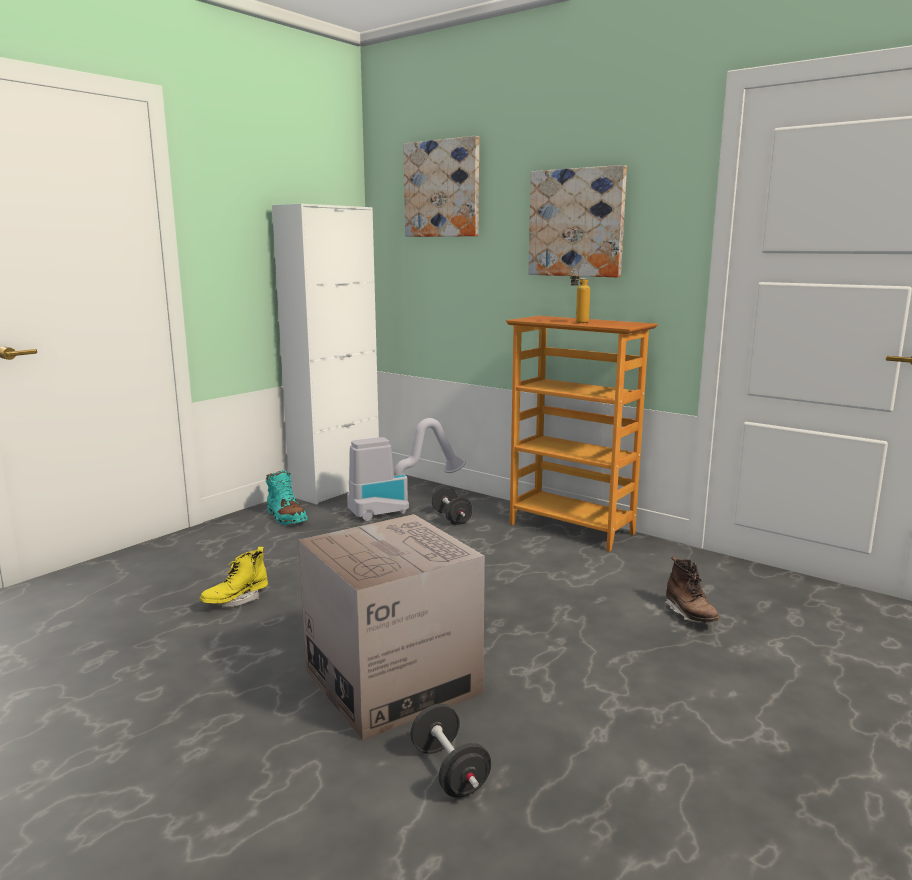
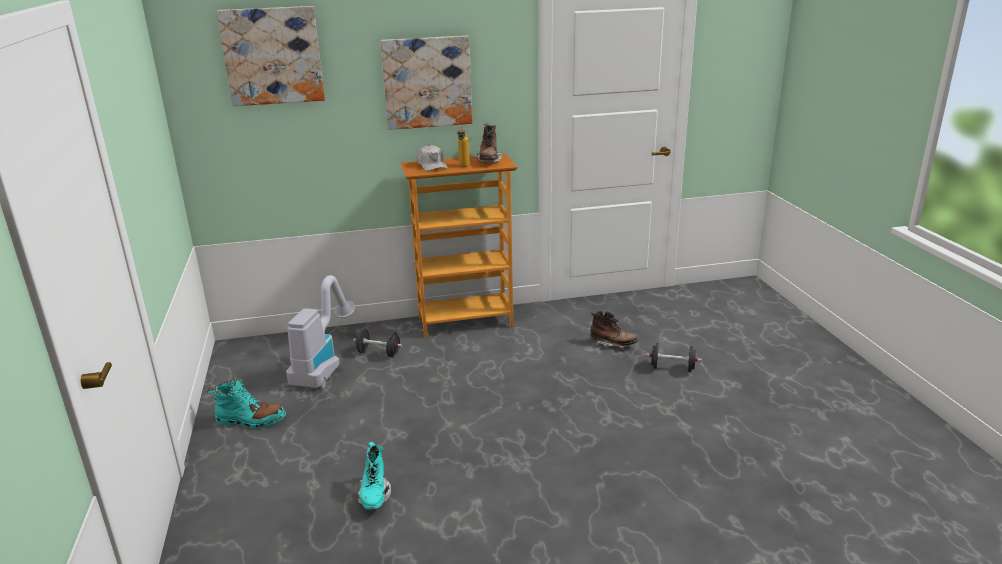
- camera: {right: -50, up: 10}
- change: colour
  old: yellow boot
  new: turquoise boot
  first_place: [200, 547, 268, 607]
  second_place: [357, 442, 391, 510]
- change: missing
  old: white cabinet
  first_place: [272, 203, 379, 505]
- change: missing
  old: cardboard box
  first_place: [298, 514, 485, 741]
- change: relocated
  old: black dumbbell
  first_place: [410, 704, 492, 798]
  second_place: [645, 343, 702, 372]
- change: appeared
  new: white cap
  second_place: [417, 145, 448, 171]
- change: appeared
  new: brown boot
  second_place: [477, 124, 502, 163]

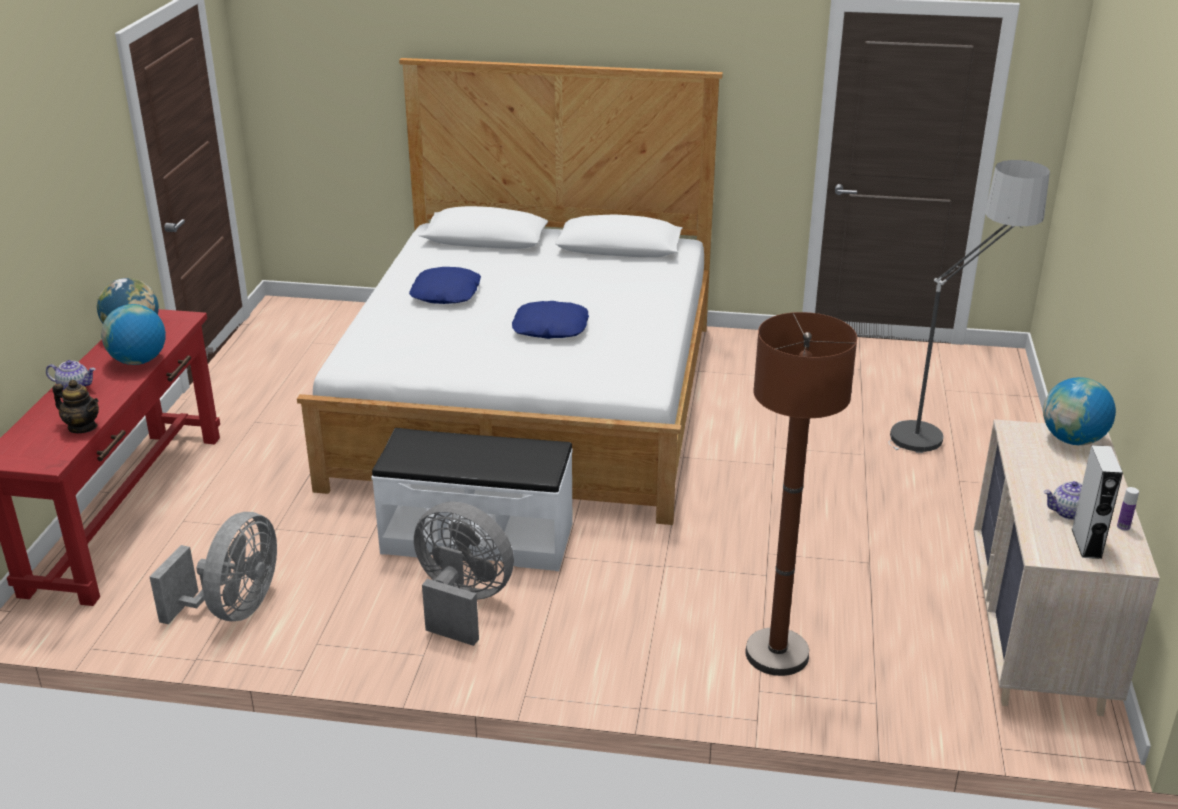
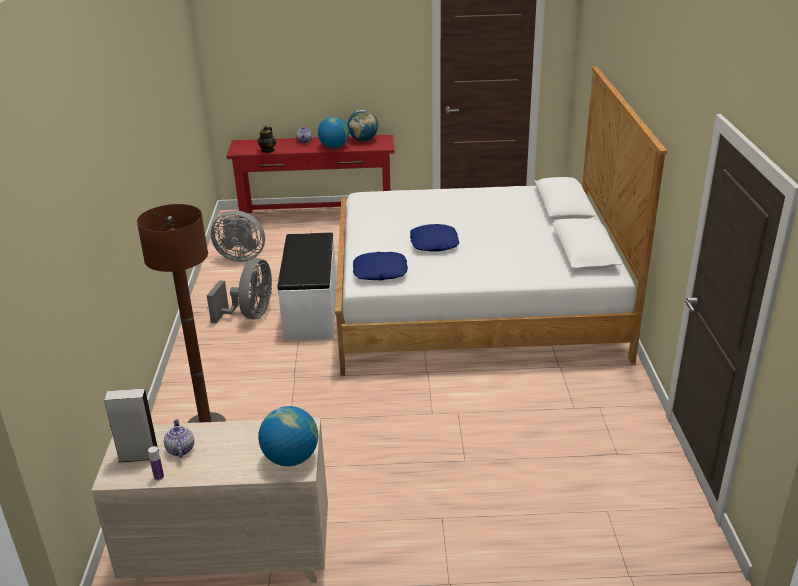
- camera: {right: 80, up: 0}
- change: relocated
  old: blue pillow
  first_place: [409, 267, 481, 304]
  second_place: [353, 252, 408, 280]
- change: missing
  old: floor lamp
  first_place: [888, 160, 1050, 453]

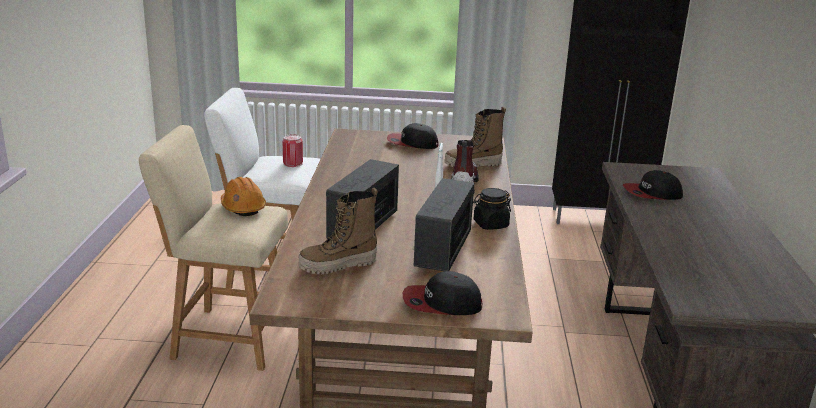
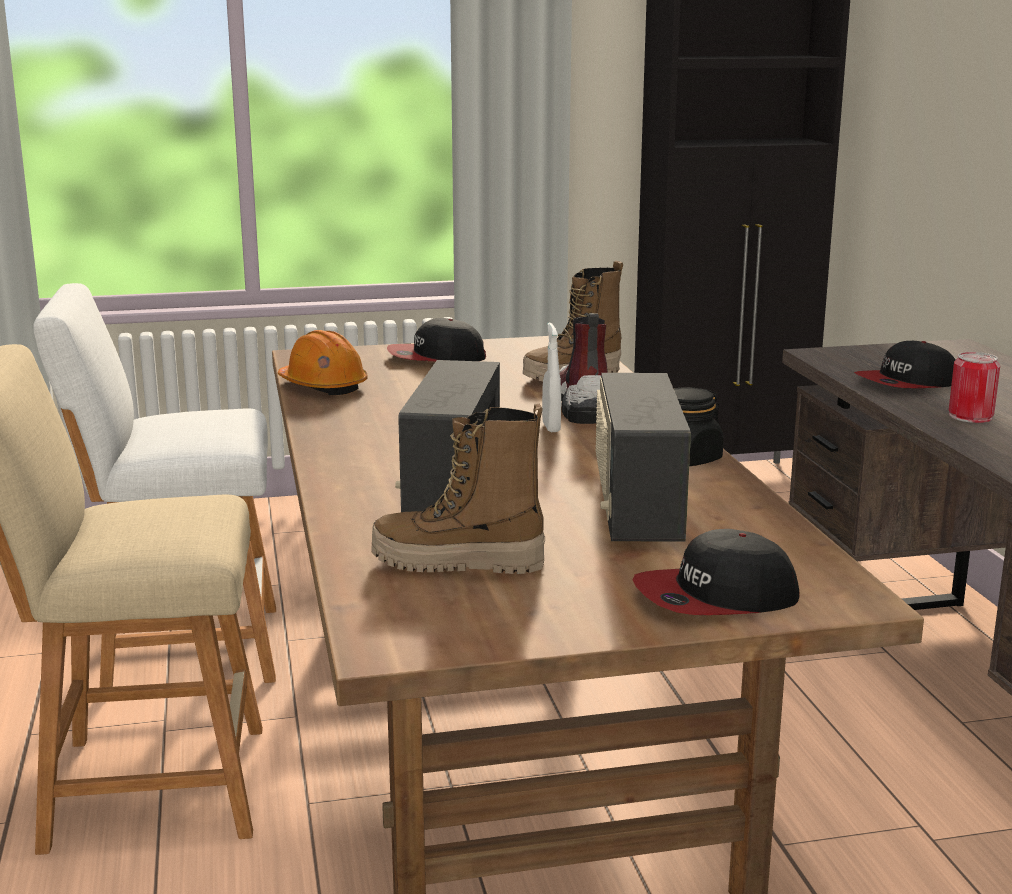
- camera: {right: -15, up: -5}
- change: relocated
  old: orange hard hat
  first_place: [221, 177, 266, 216]
  second_place: [278, 330, 368, 395]
- change: relocated
  old: can
  first_place: [282, 134, 303, 167]
  second_place: [949, 352, 1000, 423]
- change: spun
  old: boot
  first_place: [298, 188, 378, 274]
  second_place: [371, 404, 545, 574]
  degrees: 45

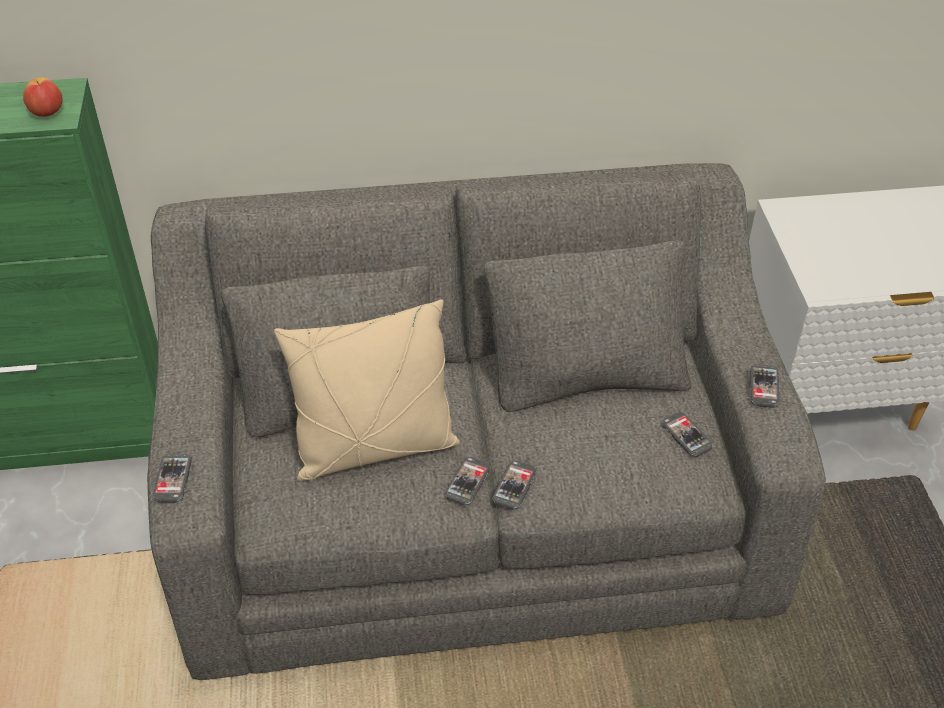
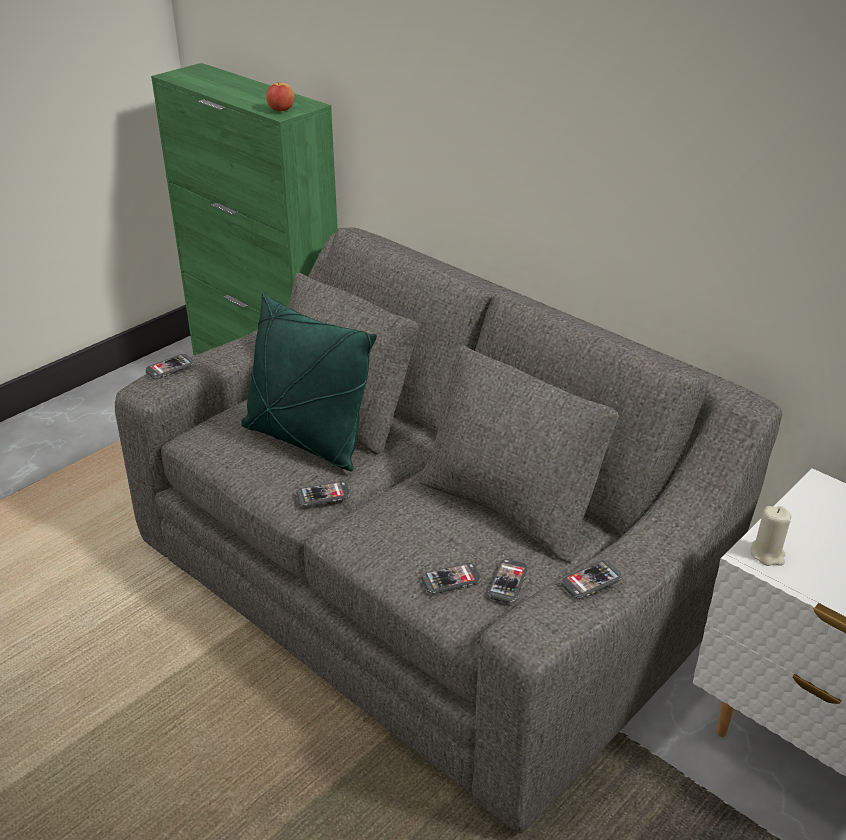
- camera: {right: 50, up: -10}
- change: colour
  old: beige pillow
  new: green pillow
  first_place: [274, 299, 460, 481]
  second_place: [241, 292, 377, 471]
- change: relocated
  old: phone
  first_place: [492, 460, 536, 510]
  second_place: [421, 563, 481, 594]
- change: appeared
  new: beige candle
  second_place: [751, 506, 792, 566]

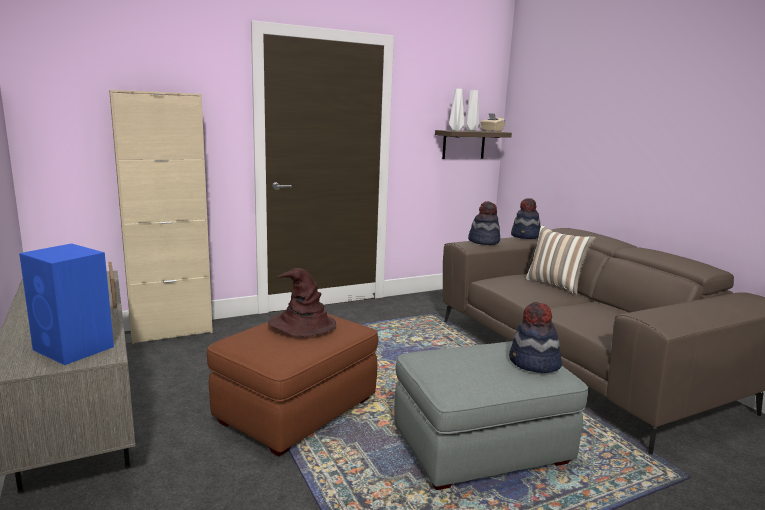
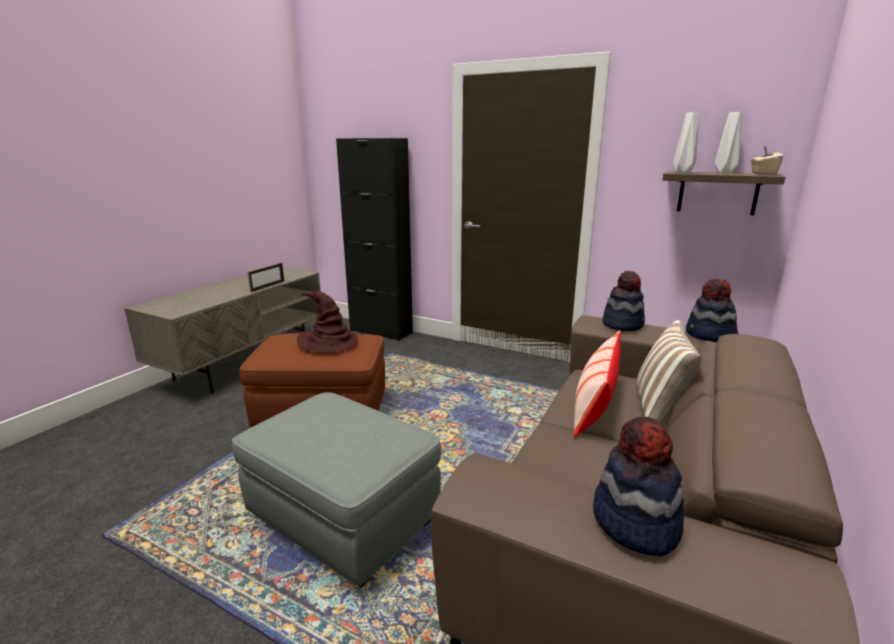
- camera: {right: 55, up: 5}
- change: missing
  old: blue speaker
  first_place: [19, 243, 114, 365]
- change: colour
  old: beige cabinet
  new: black cabinet
  first_place: [109, 90, 213, 344]
  second_place: [336, 138, 413, 341]
- change: relocated
  old: hat
  first_place: [509, 302, 562, 373]
  second_place: [593, 417, 684, 556]
- change: appeared
  new: pillow
  second_place: [573, 331, 621, 438]

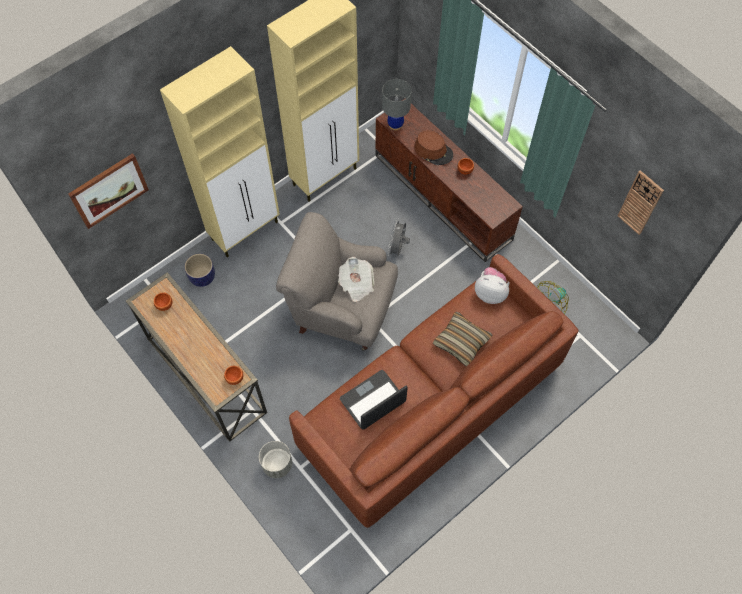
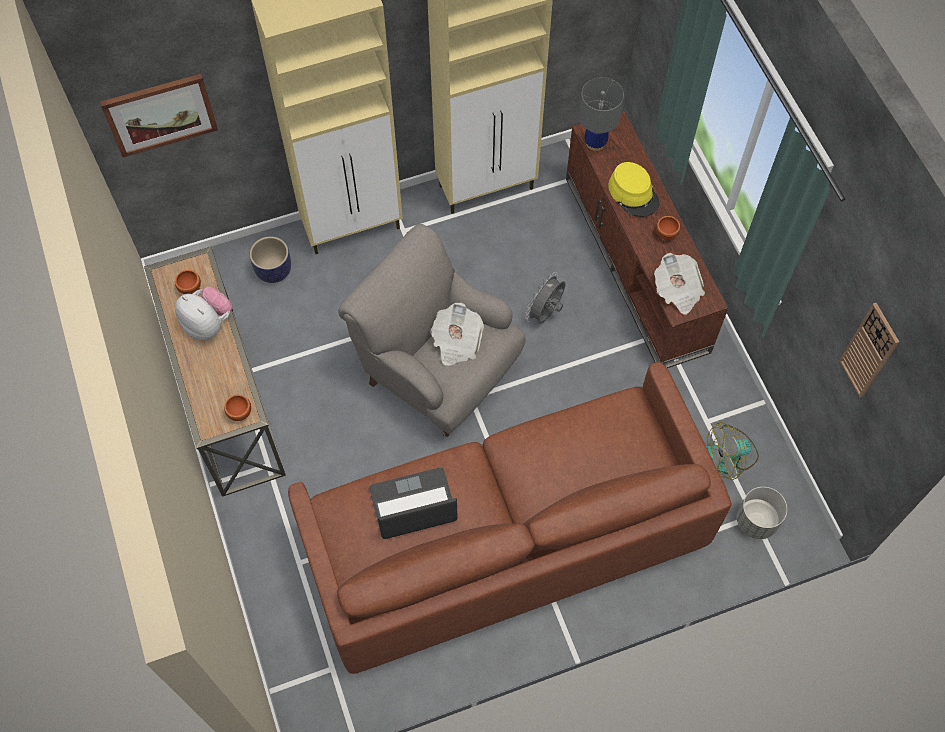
- camera: {right: 20, up: 0}
- change: relocated
  old: grey planter
  first_place: [259, 441, 292, 478]
  second_place: [737, 487, 787, 539]
- change: colour
  old: brown hat
  new: yellow hat
  first_place: [414, 130, 453, 165]
  second_place: [608, 162, 660, 217]
- change: missing
  old: pillow
  first_place: [433, 312, 493, 367]
- change: relocated
  old: plush toy
  first_place: [475, 267, 509, 304]
  second_place: [175, 287, 233, 340]
- change: appeared
  new: newspaper
  second_place: [654, 253, 705, 314]

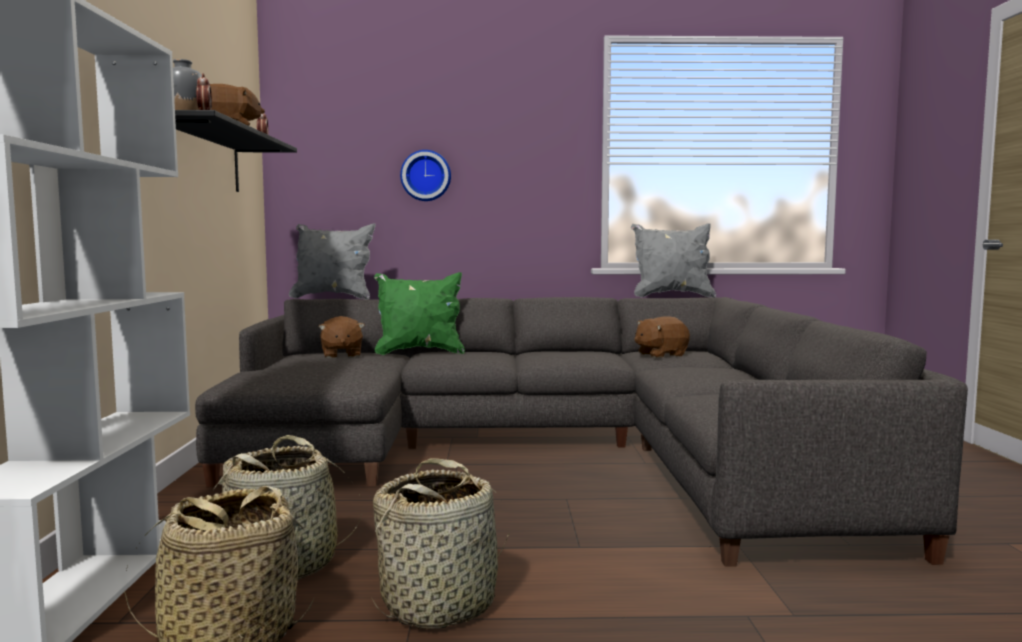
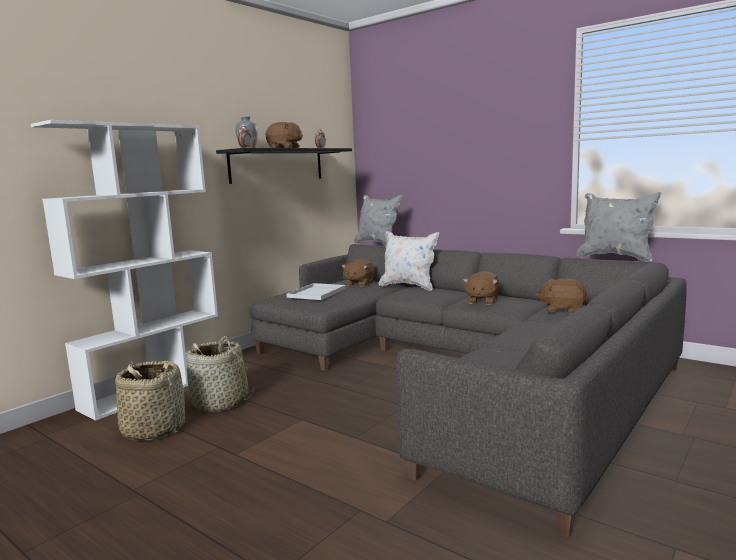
- camera: {right: 40, up: 5}
- change: missing
  old: basket
  first_place: [372, 458, 509, 629]
- change: colour
  old: green pillow
  new: white pillow
  first_place: [374, 272, 465, 355]
  second_place: [379, 231, 439, 291]
- change: missing
  old: wall clock
  first_place: [400, 150, 451, 201]
- change: appeared
  new: white tray
  second_place: [287, 283, 346, 300]
- change: appeared
  new: brown plush toy
  second_place: [463, 271, 500, 305]

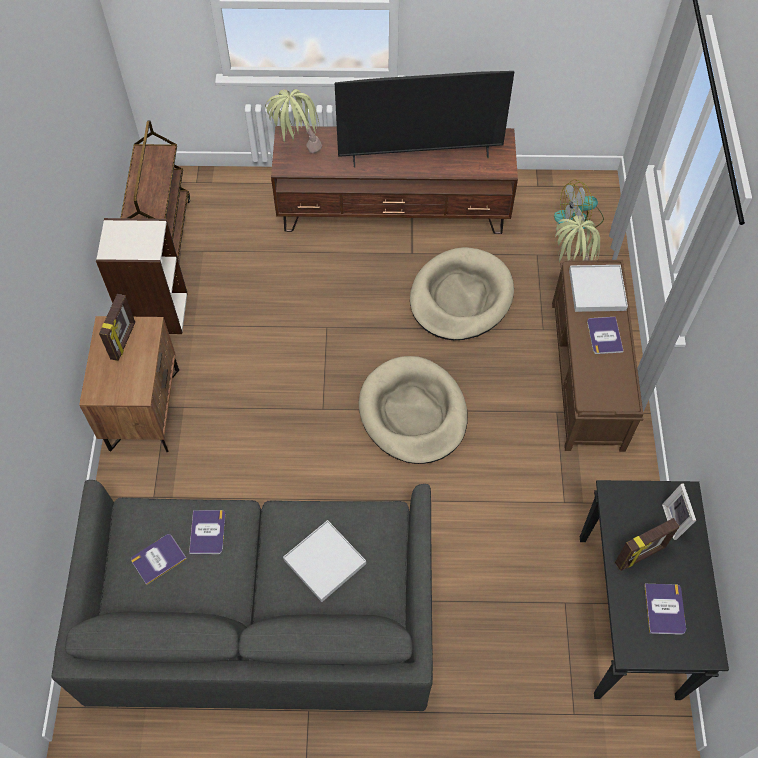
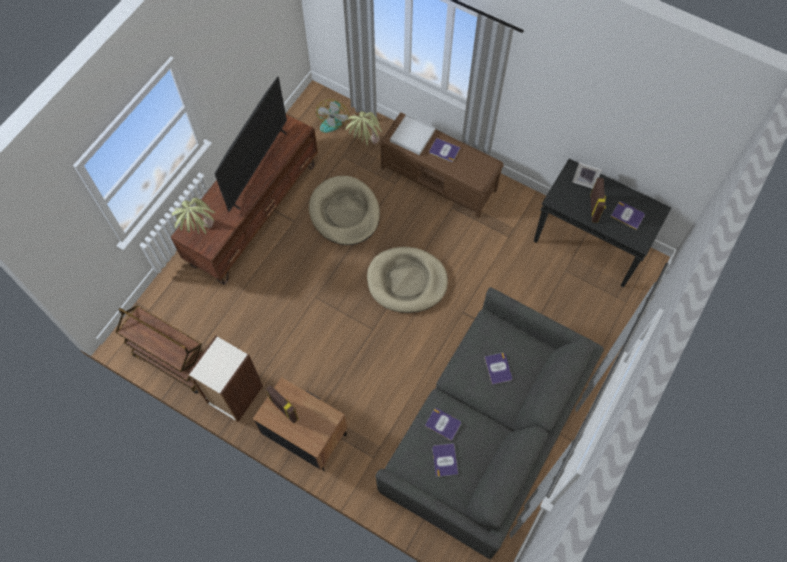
- camera: {right: -60, up: 5}
- change: exchanged
  old: white tray
  new: book
  first_place: [283, 520, 366, 602]
  second_place: [484, 353, 512, 385]

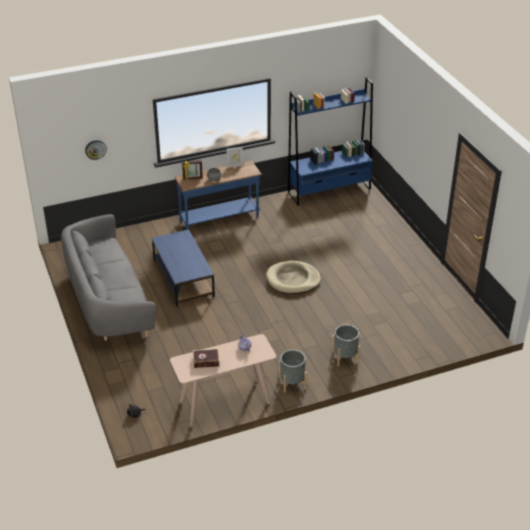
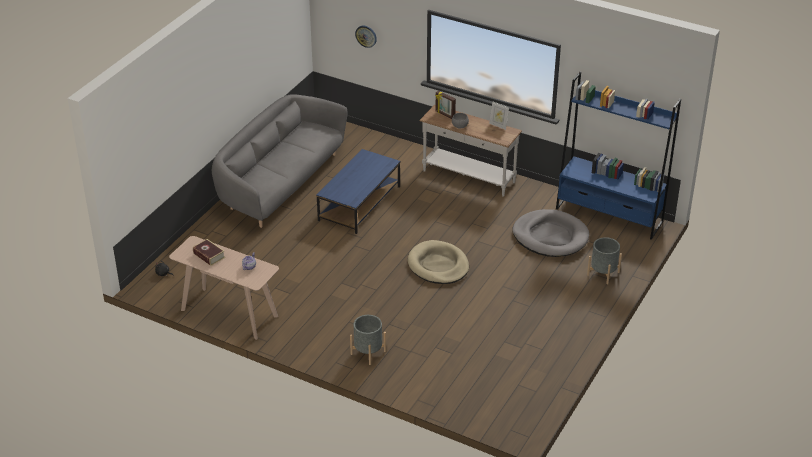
- camera: {right: 50, up: 0}
- change: colour
  old: blue console table
  new: white console table
  first_place: [174, 161, 262, 230]
  second_place: [419, 105, 522, 197]
- change: relocated
  old: grey planter
  first_place: [279, 350, 307, 393]
  second_place: [587, 237, 622, 284]
- change: appeared
  new: grey dog bed
  second_place: [512, 209, 589, 257]

